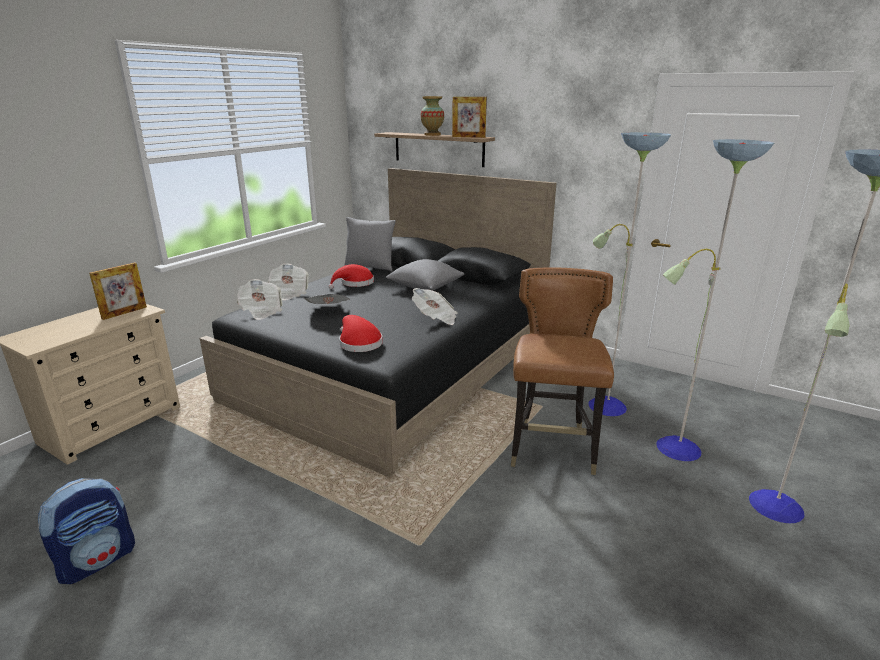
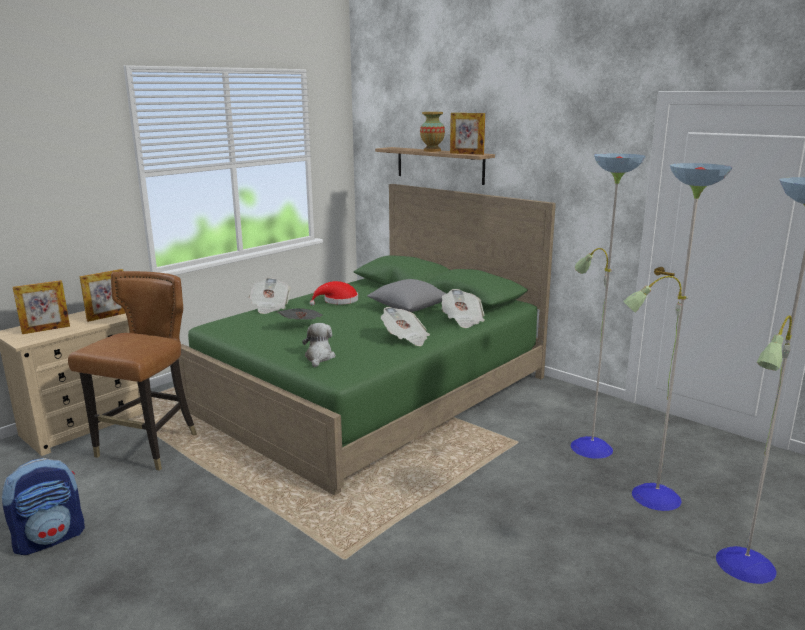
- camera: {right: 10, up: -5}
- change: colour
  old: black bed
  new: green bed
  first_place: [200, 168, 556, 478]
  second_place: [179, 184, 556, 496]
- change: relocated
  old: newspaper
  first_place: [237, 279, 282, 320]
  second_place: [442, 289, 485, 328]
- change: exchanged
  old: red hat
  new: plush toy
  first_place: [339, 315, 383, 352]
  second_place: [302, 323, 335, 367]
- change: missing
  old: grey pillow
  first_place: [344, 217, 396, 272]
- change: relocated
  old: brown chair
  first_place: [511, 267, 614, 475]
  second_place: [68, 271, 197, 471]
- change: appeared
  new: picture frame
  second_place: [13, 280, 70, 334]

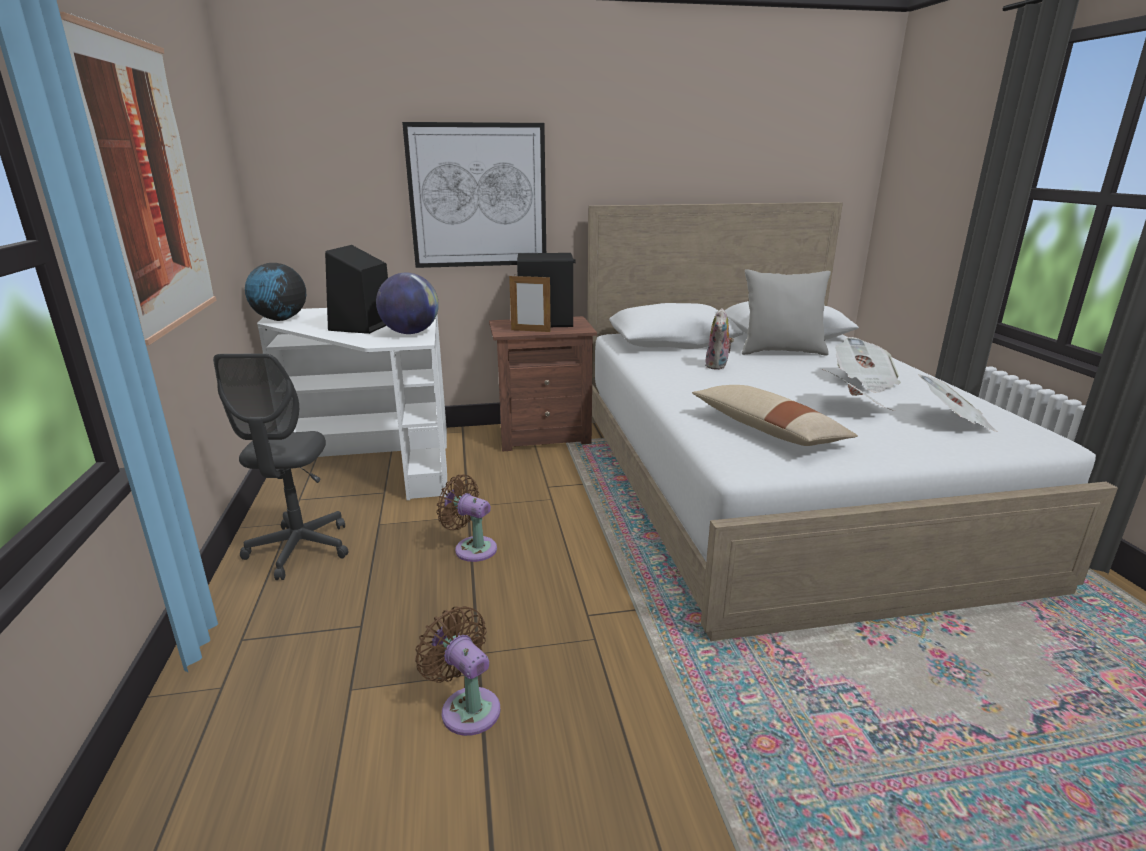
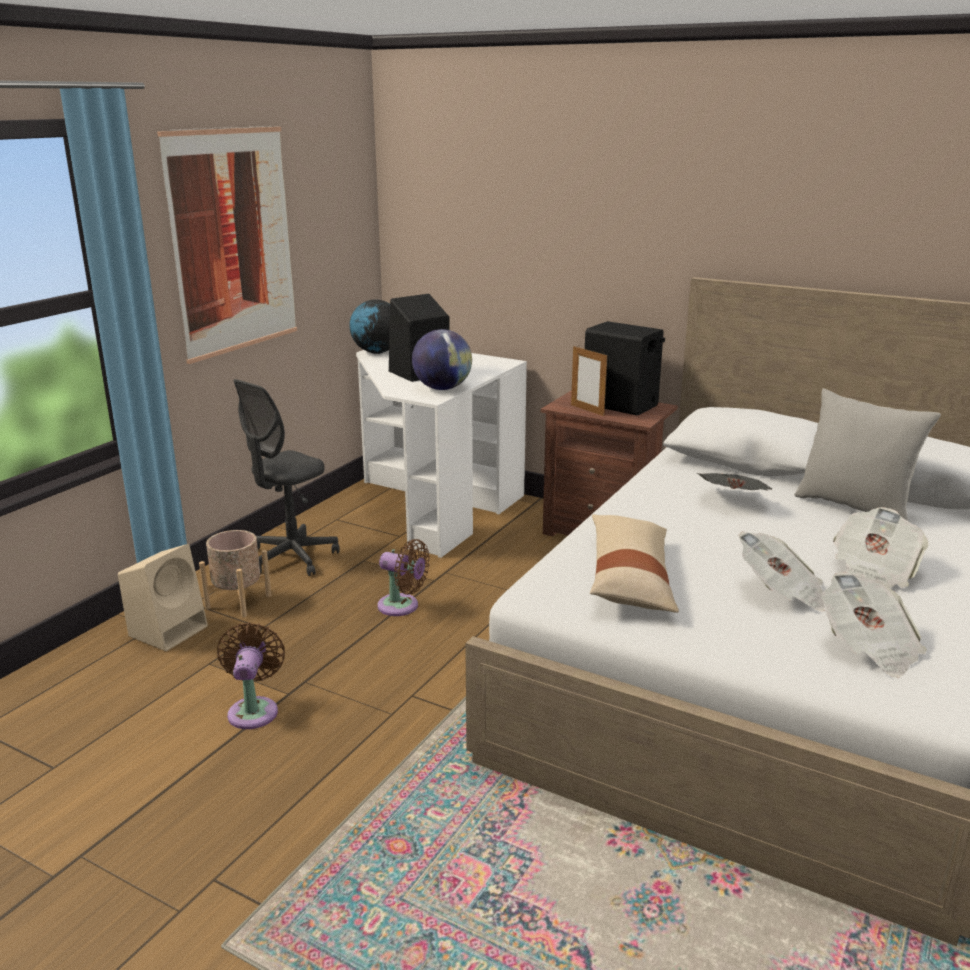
- camera: {right: 40, up: 0}
- change: missing
  old: picture
  first_place: [402, 122, 546, 268]
- change: spun
  old: brown fan
  first_place: [437, 474, 497, 562]
  second_place: [377, 539, 430, 616]
  degrees: 135
- change: exchanged
  old: plush toy
  new: newspaper
  first_place: [705, 308, 734, 370]
  second_place: [696, 473, 772, 490]
- change: appeared
  new: beige speaker
  second_place: [118, 544, 208, 651]
- change: appeared
  new: beige planter
  second_place: [199, 530, 271, 617]

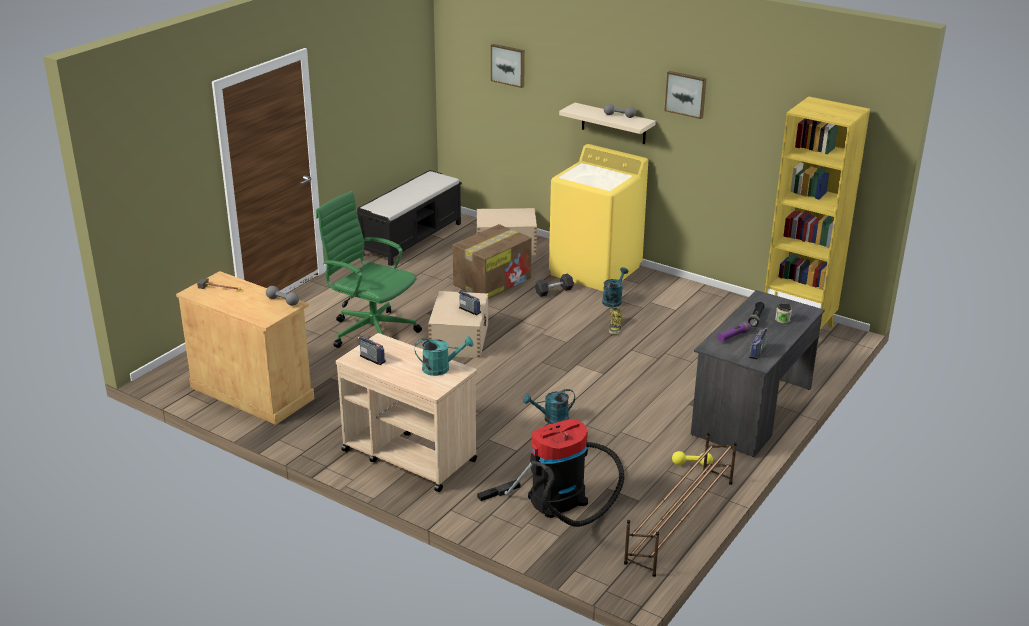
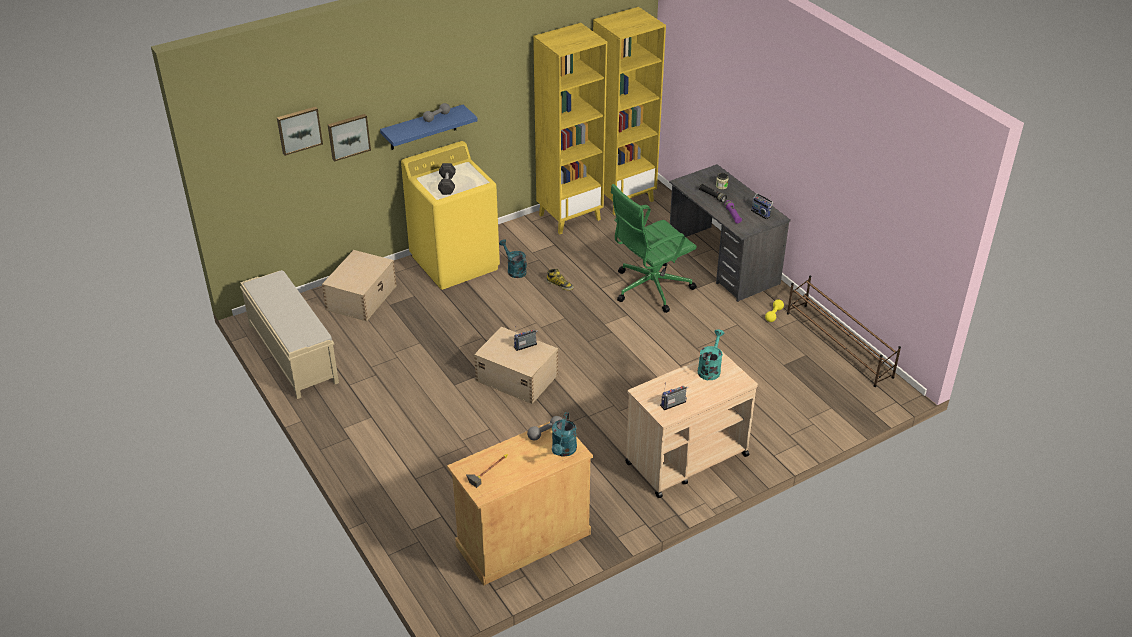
- camera: {right: -65, up: 10}
- change: relocated
  old: green office chair
  first_place: [316, 191, 422, 348]
  second_place: [611, 184, 697, 313]
- change: colour
  old: black bench
  new: beige bench
  first_place: [357, 170, 462, 266]
  second_place: [240, 270, 339, 399]
- change: missing
  old: cardboard box
  first_place: [453, 224, 532, 299]
- change: missing
  old: vacuum cleaner
  first_place: [477, 419, 624, 527]
- change: relocated
  old: turquoise watering can
  first_place: [523, 389, 575, 424]
  second_place: [552, 412, 577, 457]
- change: relocated
  old: grey dumbbell
  first_place: [535, 273, 574, 297]
  second_place: [438, 163, 456, 195]
- change: colour
  old: beige shelf
  new: blue shelf
  first_place: [559, 103, 656, 144]
  second_place: [380, 105, 478, 150]
- change: relocated
  old: picture
  first_place: [664, 71, 707, 119]
  second_place: [328, 114, 371, 162]
- change: appeared
  new: yellow bookcase
  second_place: [533, 23, 607, 235]

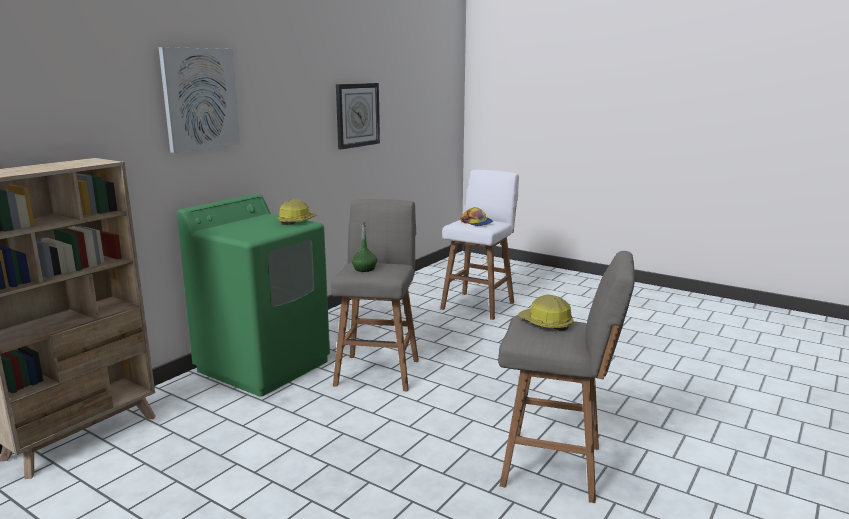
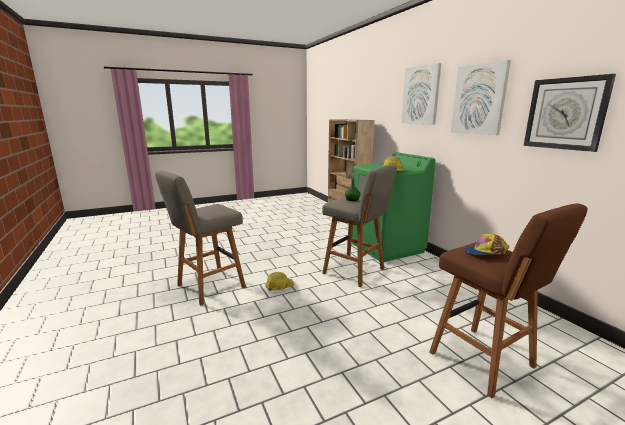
- camera: {right: 120, up: 0}
- change: colour
  old: white stool
  new: brown stool
  first_place: [440, 170, 519, 320]
  second_place: [429, 203, 588, 398]
- change: relocated
  old: hard hat
  first_place: [518, 295, 573, 331]
  second_place: [265, 272, 295, 291]
- change: appeared
  new: picture
  second_place: [451, 60, 511, 135]

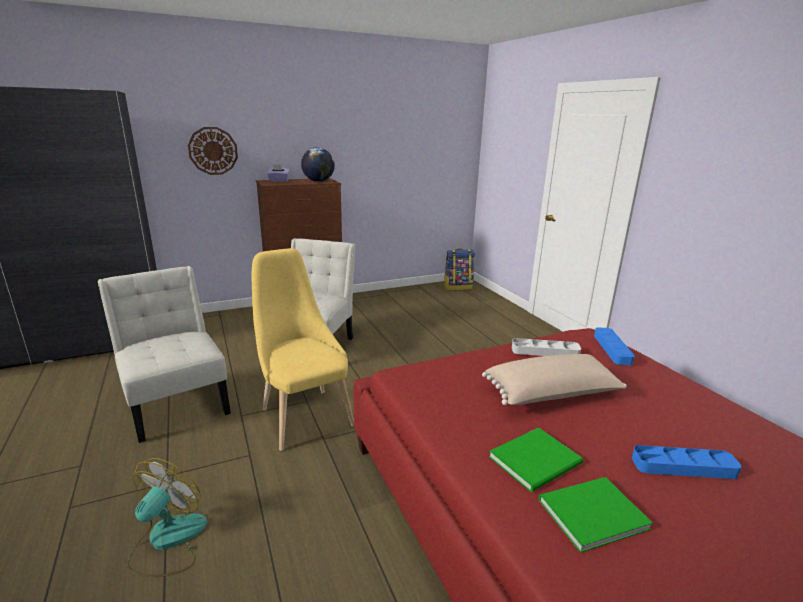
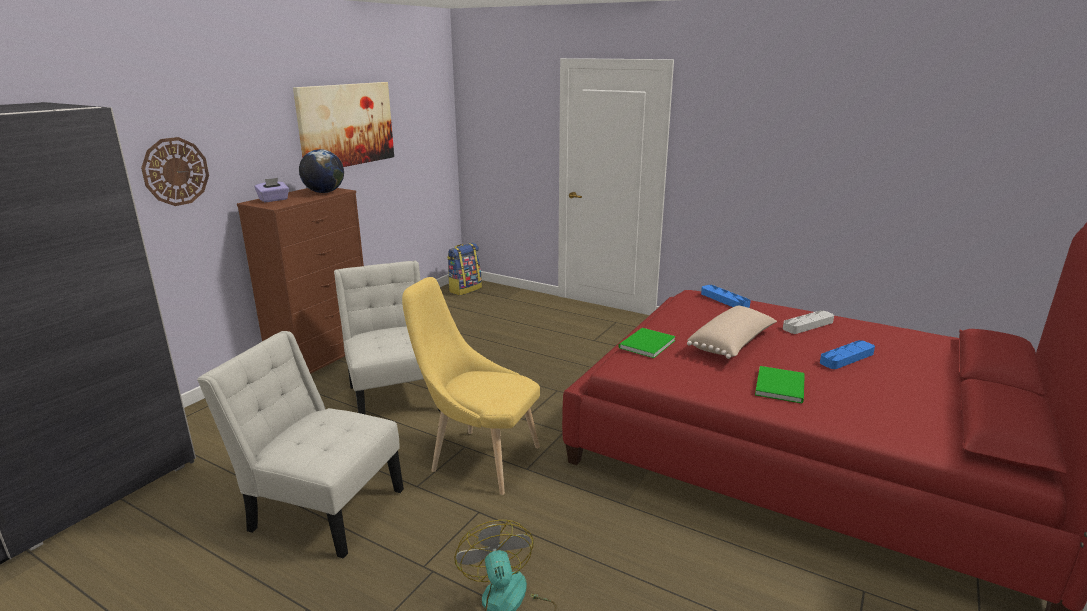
- camera: {right: -35, up: 0}
- change: relocated
  old: grey tray
  first_place: [512, 338, 581, 356]
  second_place: [783, 310, 834, 334]
- change: relocated
  old: green book
  first_place: [539, 477, 653, 553]
  second_place: [619, 328, 676, 358]
- change: appeared
  new: picture
  second_place: [293, 82, 394, 167]

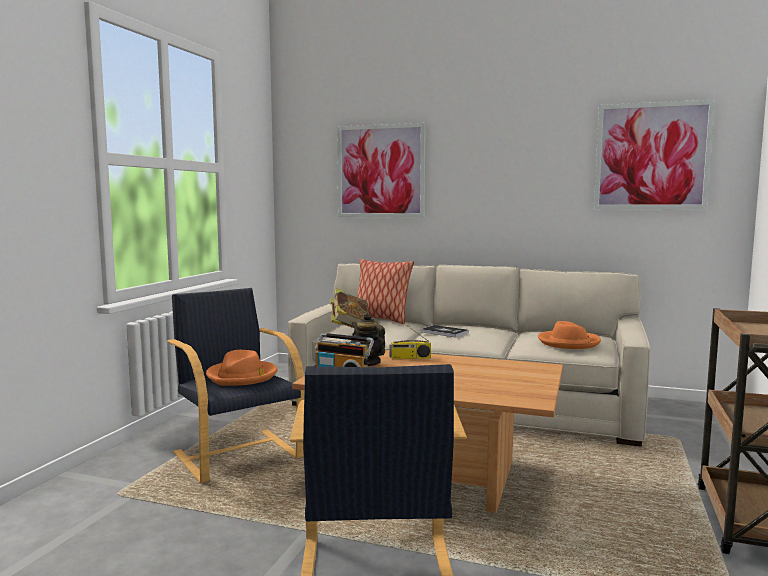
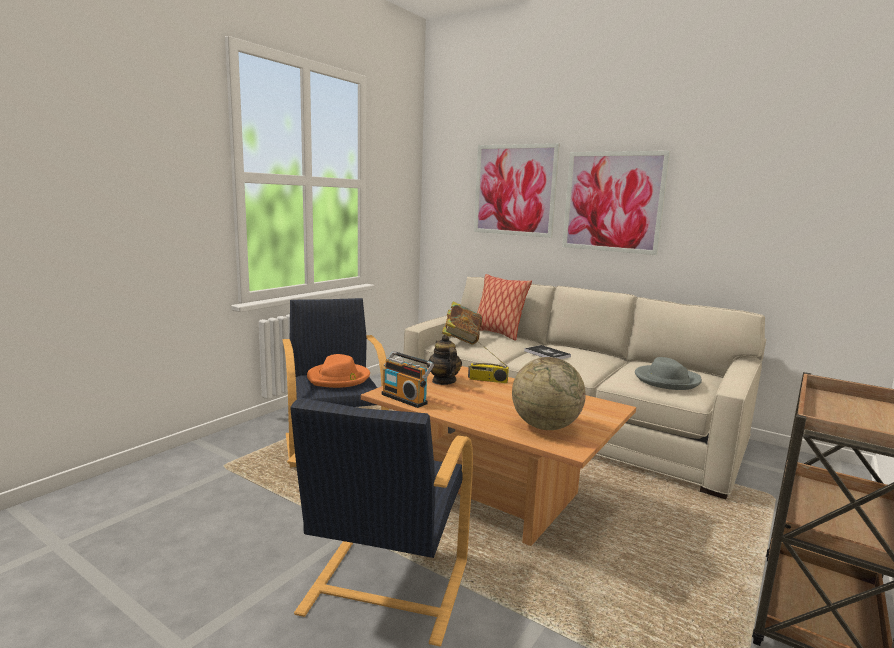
- camera: {right: 15, up: 5}
- change: colour
  old: orange hat
  new: grey hat
  first_place: [538, 321, 601, 349]
  second_place: [635, 357, 702, 390]
- change: relocated
  old: picture
  first_place: [594, 100, 715, 210]
  second_place: [562, 151, 670, 255]
- change: appeared
  new: globe
  second_place: [512, 357, 586, 430]

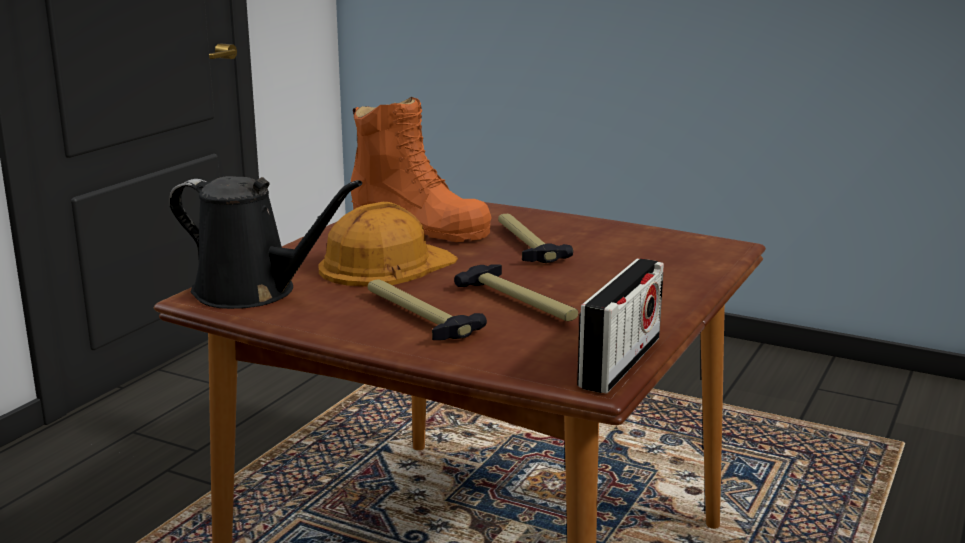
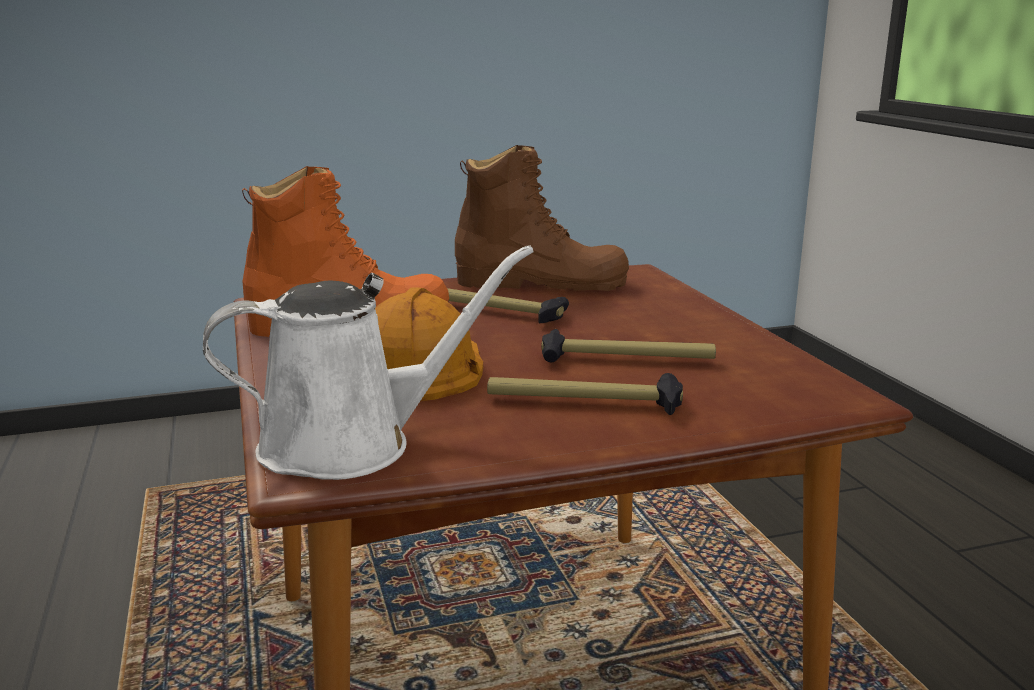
- camera: {right: -45, up: 0}
- change: colour
  old: black watering can
  new: white watering can
  first_place: [169, 176, 362, 309]
  second_place: [203, 245, 533, 480]
- change: missing
  old: radio
  first_place: [577, 258, 664, 394]
- change: appeared
  new: brown boot
  second_place: [455, 145, 629, 291]

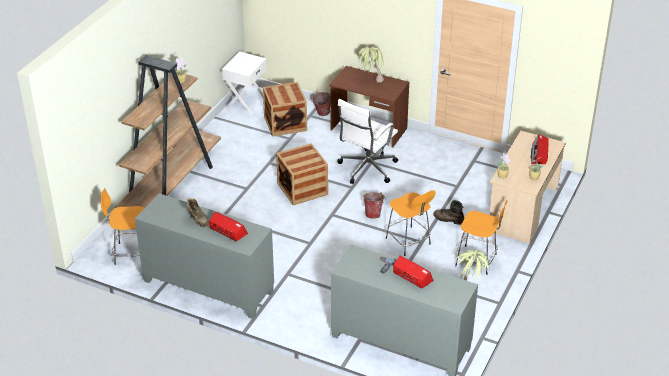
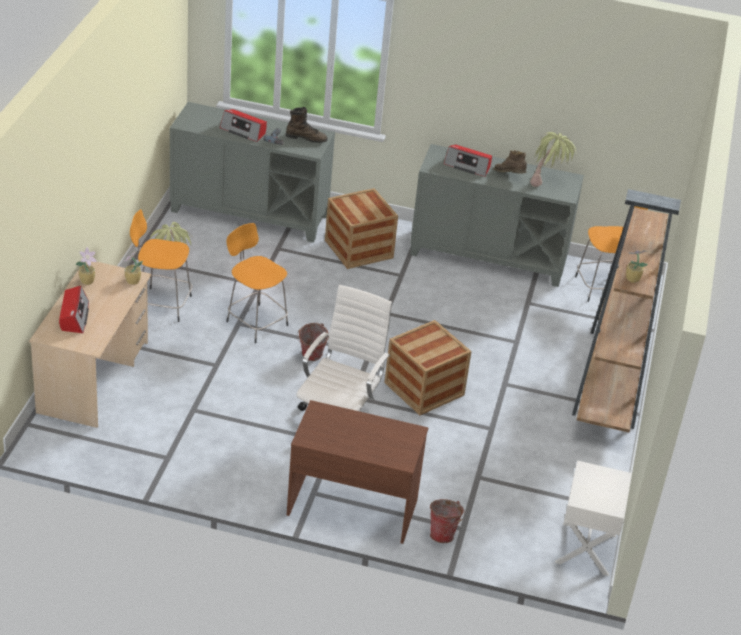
- camera: {right: 165, up: 0}
- change: relocated
  old: crate
  first_place: [263, 82, 307, 137]
  second_place: [325, 188, 398, 269]
- change: relocated
  old: potted plant
  first_place: [357, 47, 384, 83]
  second_place: [530, 132, 577, 187]
- change: relocated
  old: brown boot
  first_place: [433, 200, 464, 225]
  second_place: [286, 107, 328, 143]

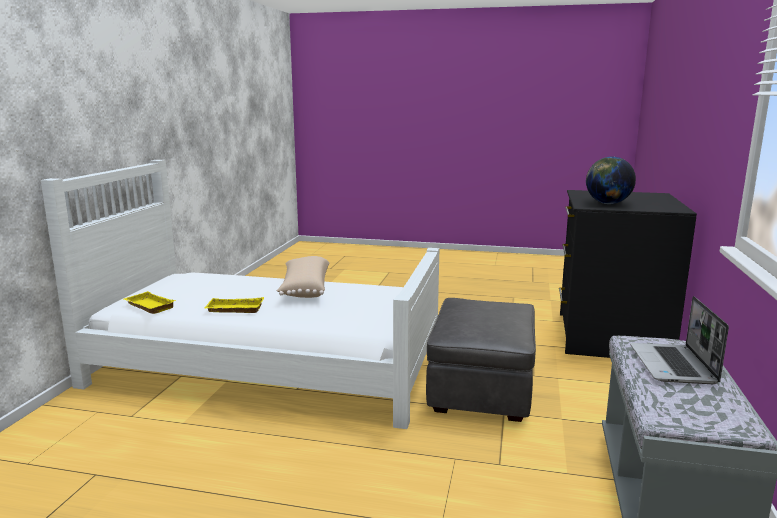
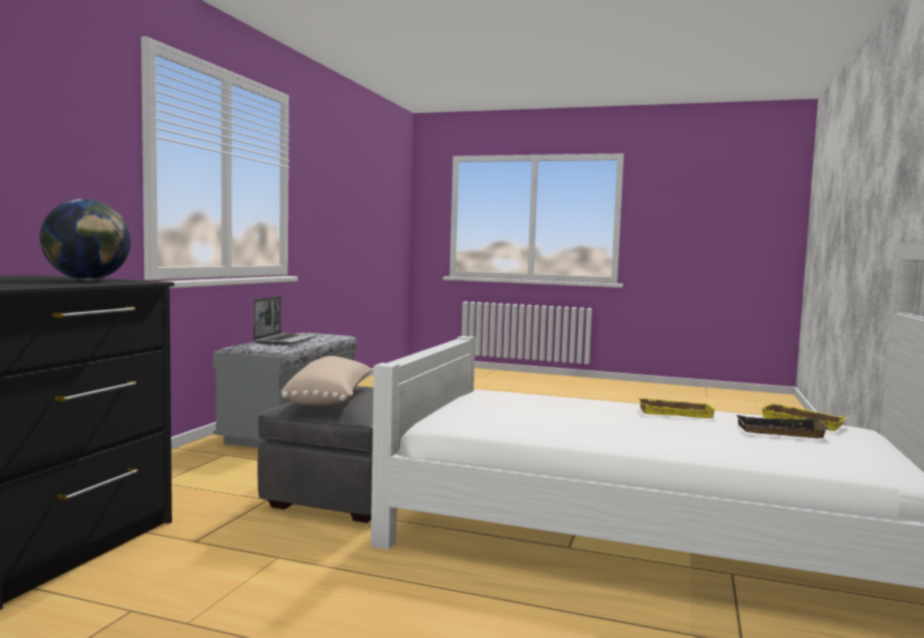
- camera: {right: -175, up: -10}
- change: relocated
  old: beige pillow
  first_place: [277, 256, 329, 298]
  second_place: [281, 356, 373, 405]
- change: appeared
  new: black tray
  second_place: [737, 415, 830, 438]

